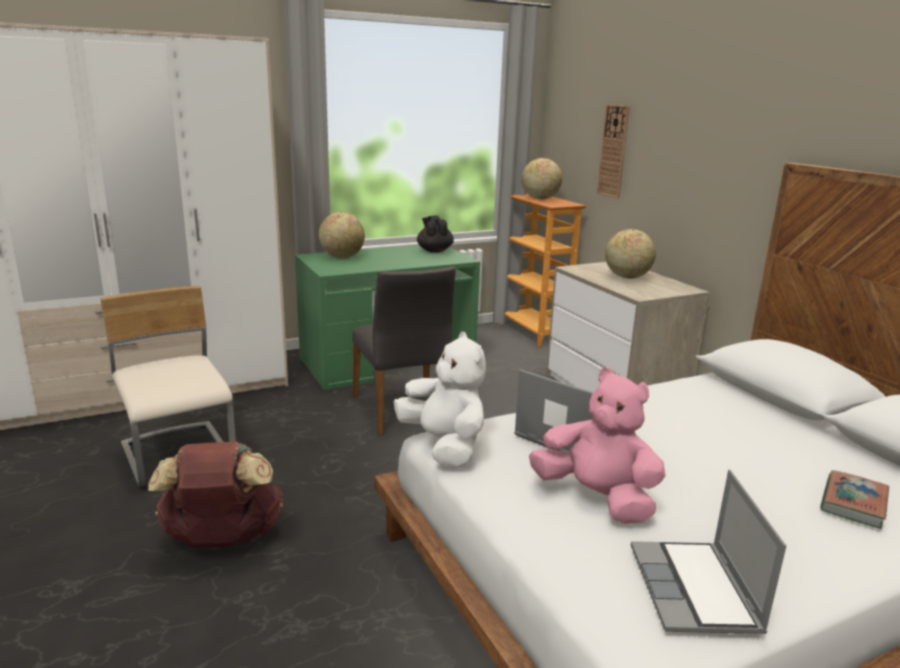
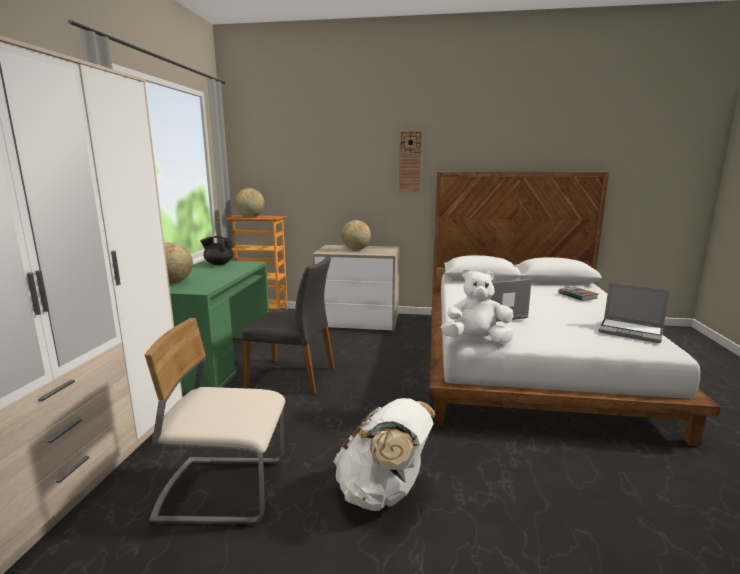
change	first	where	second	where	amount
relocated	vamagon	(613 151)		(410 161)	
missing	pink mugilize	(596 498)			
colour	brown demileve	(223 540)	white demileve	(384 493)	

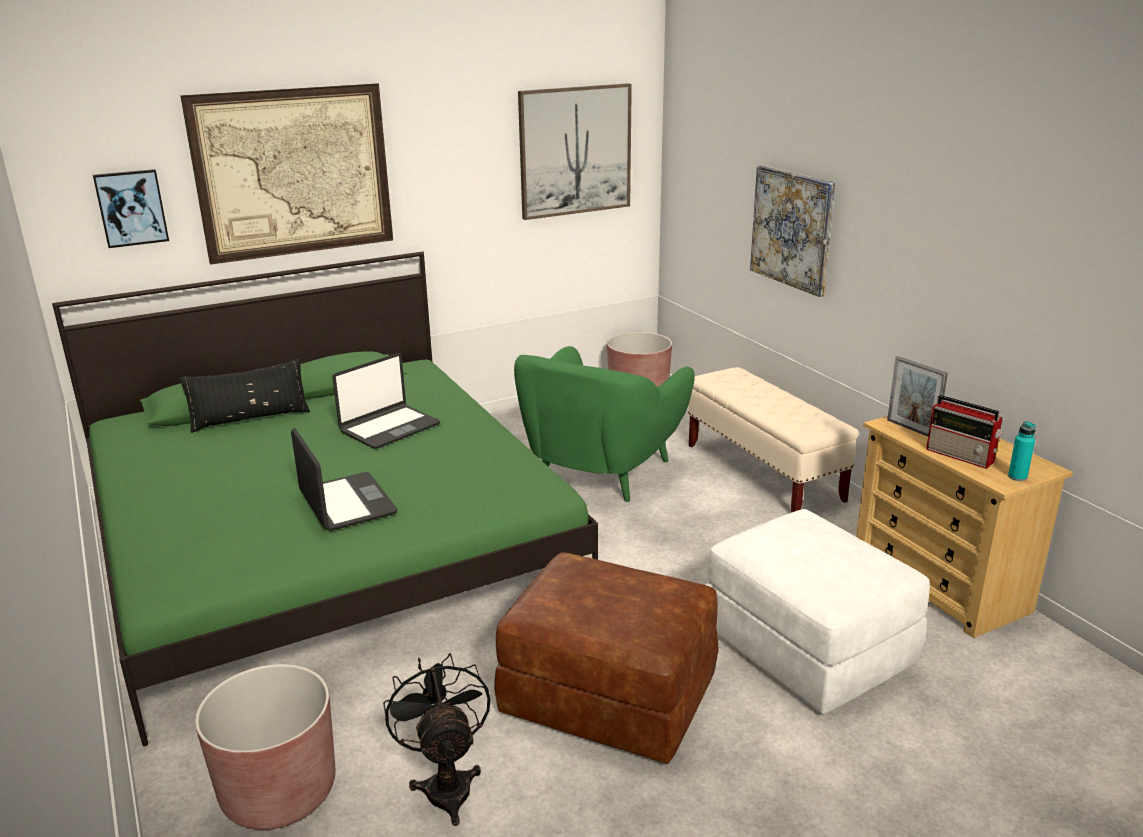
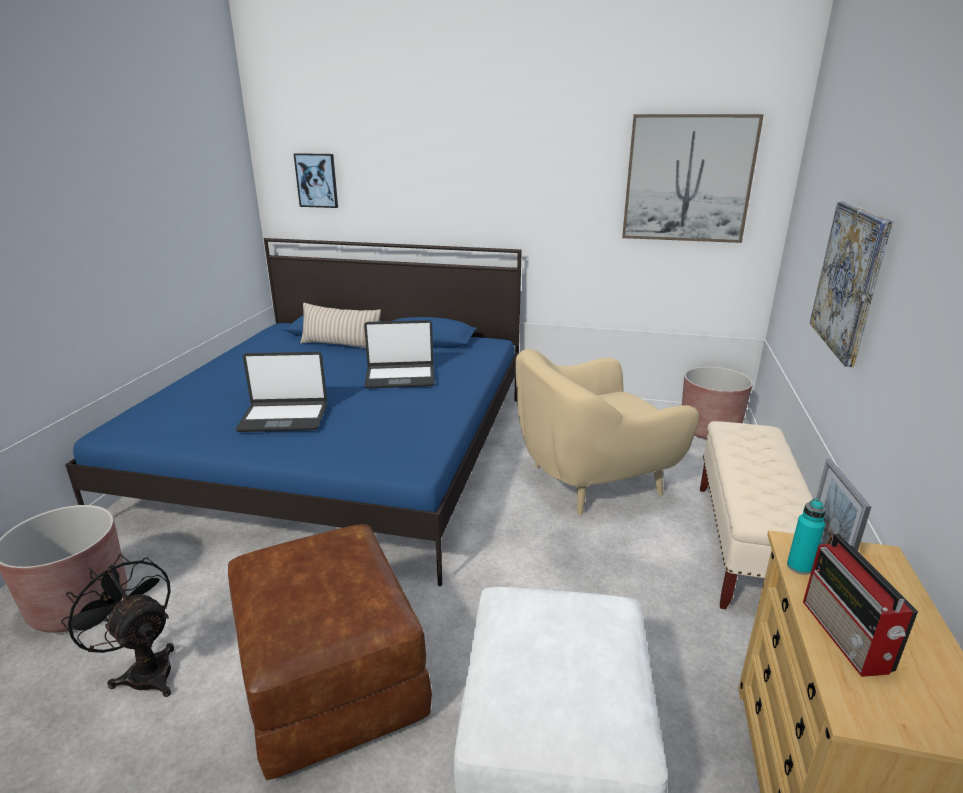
change	first	where	second	where	amount
missing	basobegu	(294 172)			
colour	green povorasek	(328 546)	blue povorasek	(342 453)	
colour	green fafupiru	(602 472)	beige fafupiru	(591 480)	
colour	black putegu	(250 419)	beige putegu	(341 345)	
relocated	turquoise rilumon	(1017 477)		(799 567)	
spun	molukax	(346 503)		(284 418)	75 degrees clockwise
spun	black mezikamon	(446 784)		(144 669)	75 degrees counterclockwise

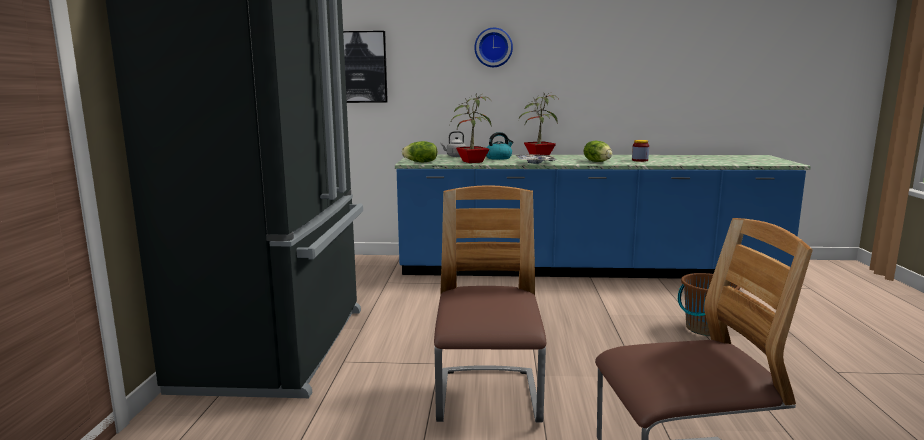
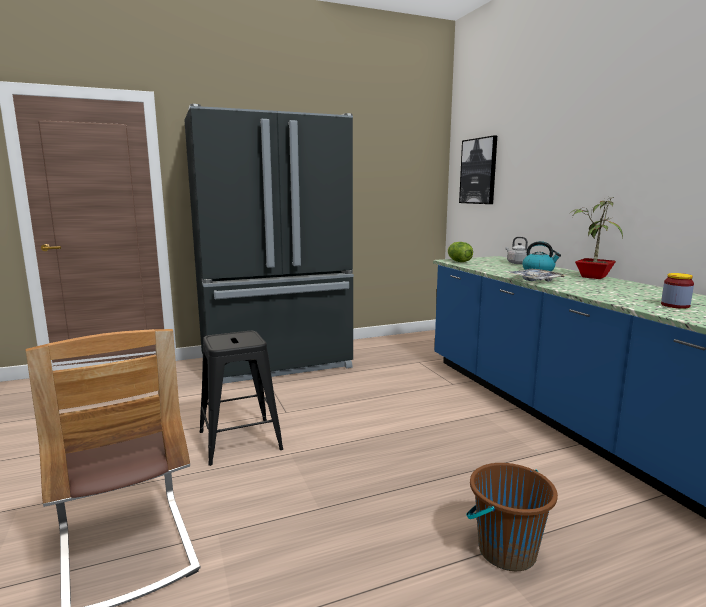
change	first	where	second	where	amount
missing	vamagon	(493 47)			
missing	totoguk	(471 162)			
missing	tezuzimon	(597 162)			
exchanged	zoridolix	(488 398)	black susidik	(239 440)	

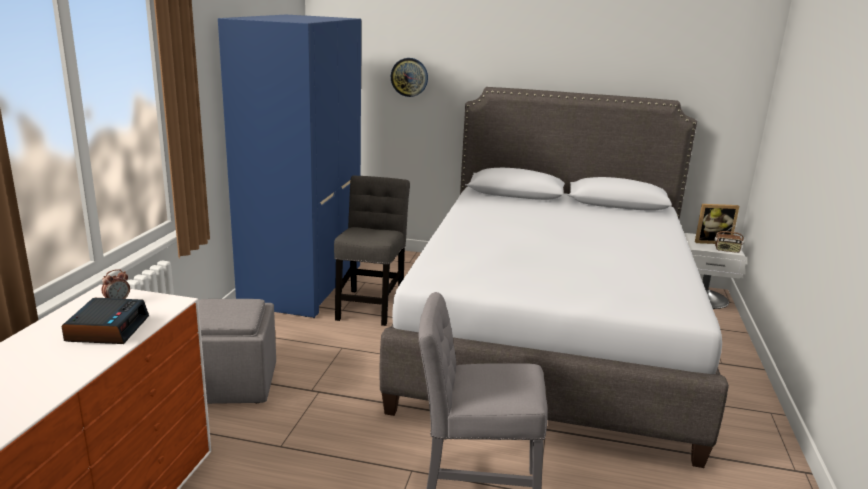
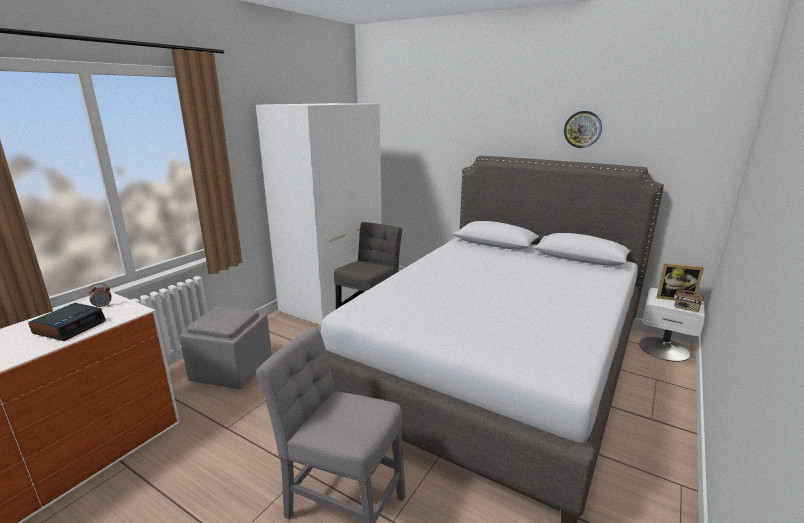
change	first	where	second	where	amount
colour	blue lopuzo	(302 284)	white lopuzo	(333 299)	
relocated	vamagon	(409 77)		(582 129)	

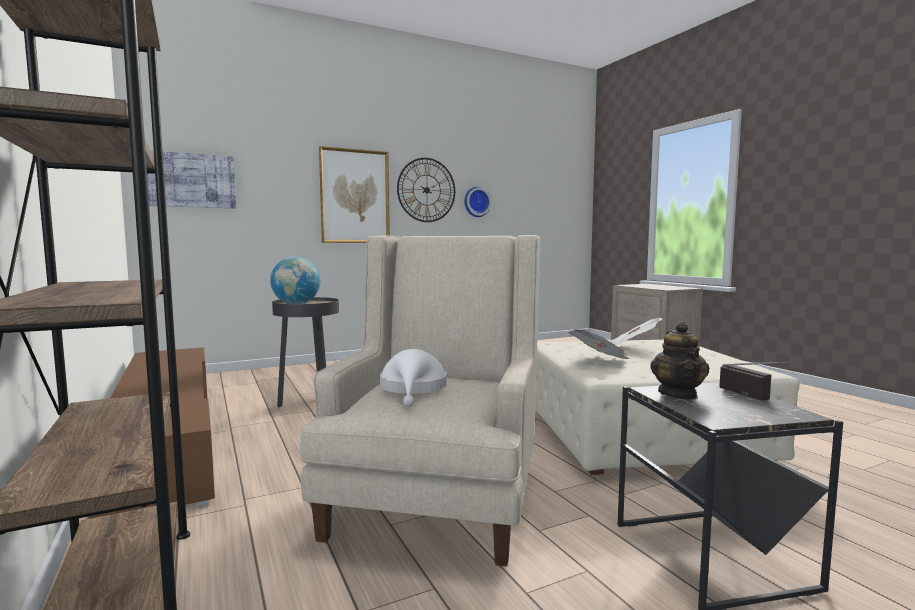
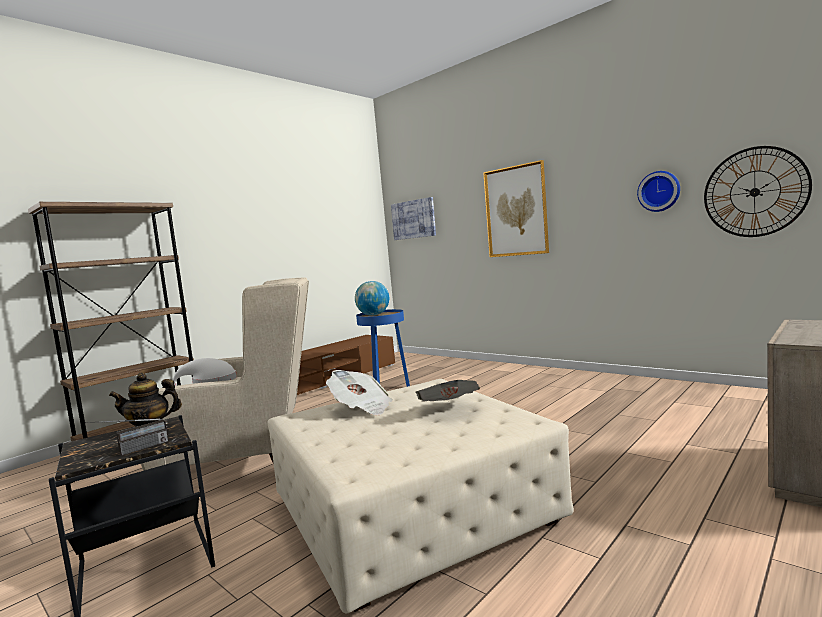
change	first	where	second	where	amount
relocated	vamagon	(426 190)		(754 192)	
colour	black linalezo	(309 404)	blue linalezo	(387 389)	

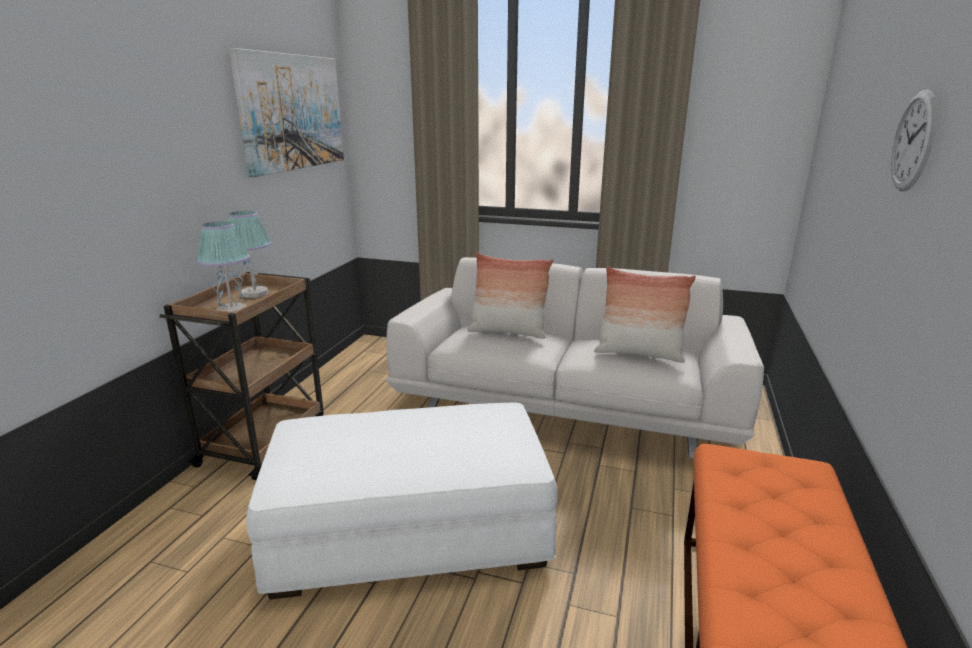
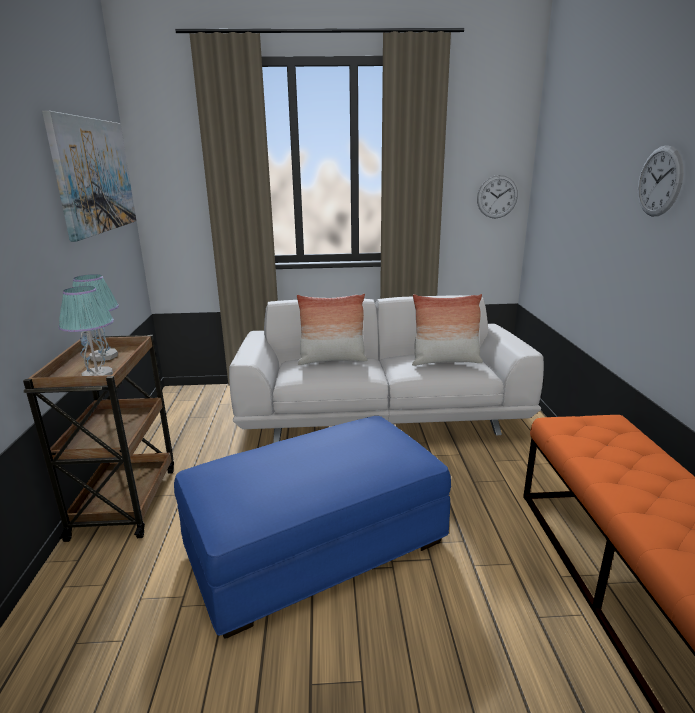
change	first	where	second	where	amount
colour	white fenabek	(410 531)	blue fenabek	(316 544)	
appeared			vamagon	(497 197)	

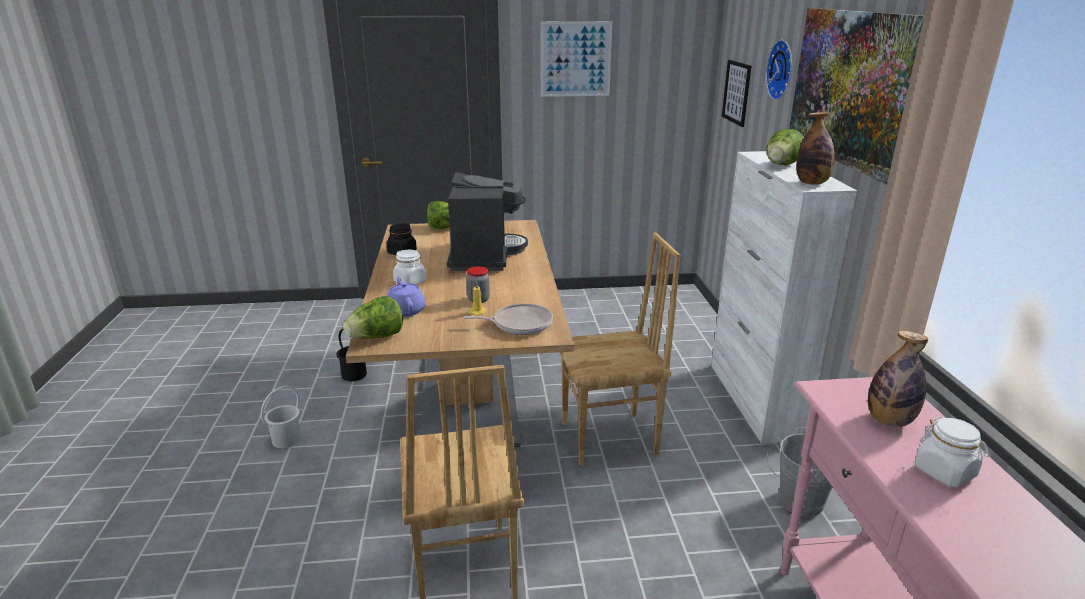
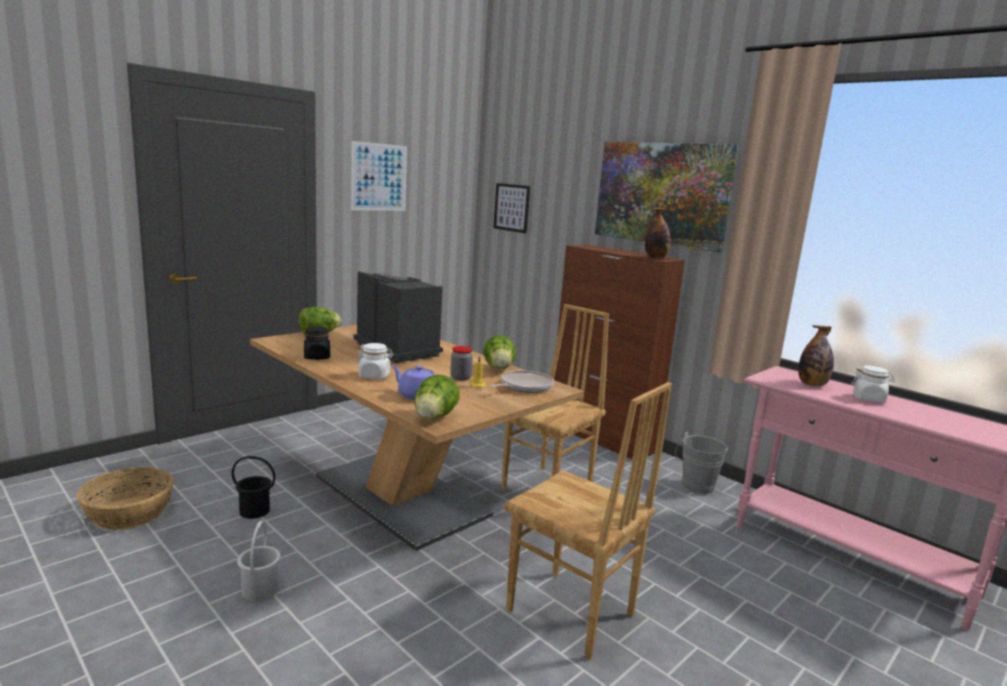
change	first	where	second	where	amount
missing	vamagon	(783 70)			
relocated	tezuzimon	(781 166)		(499 369)	
colour	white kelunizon	(754 400)	brown kelunizon	(601 438)	
appeared			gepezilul	(129 513)	

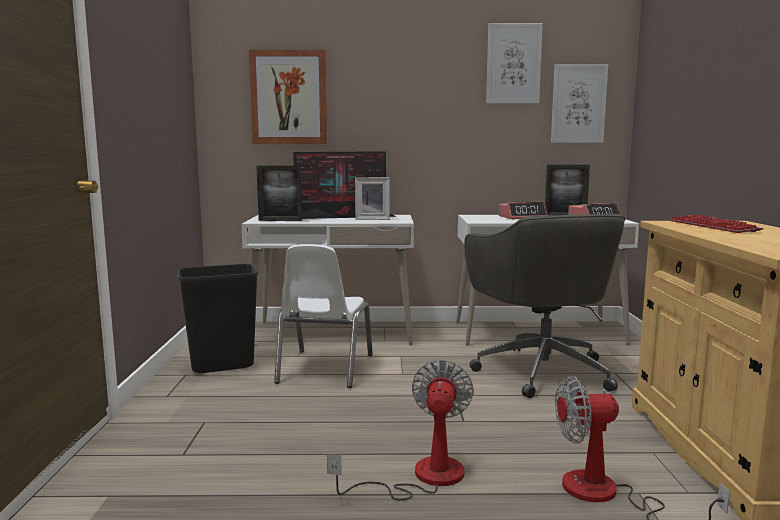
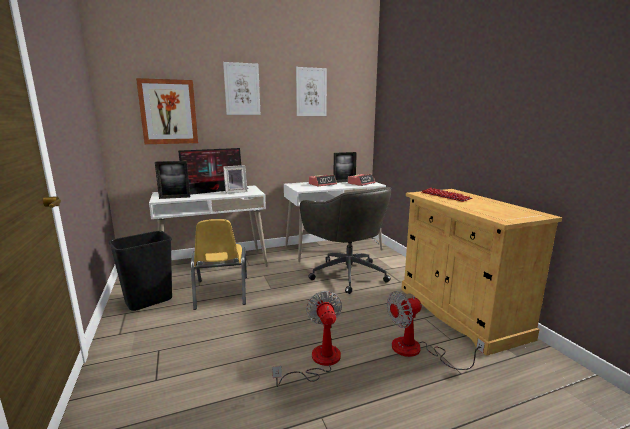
change	first	where	second	where	amount
relocated	basobegu	(578 104)		(242 89)	
colour	white zoridolix	(324 368)	yellow zoridolix	(221 292)	

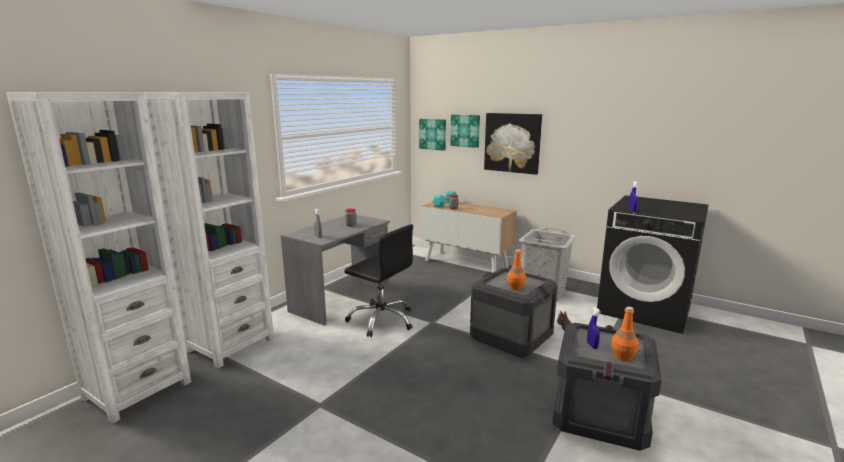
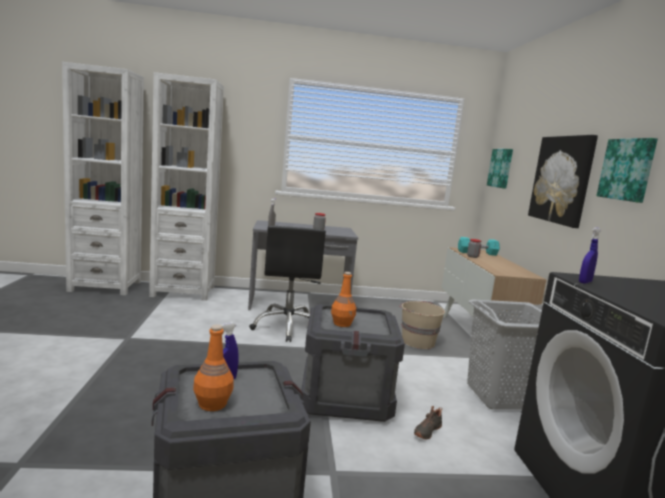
change	first	where	second	where	amount
relocated	basobegu	(465 130)		(627 169)	
appeared			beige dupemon	(417 341)	

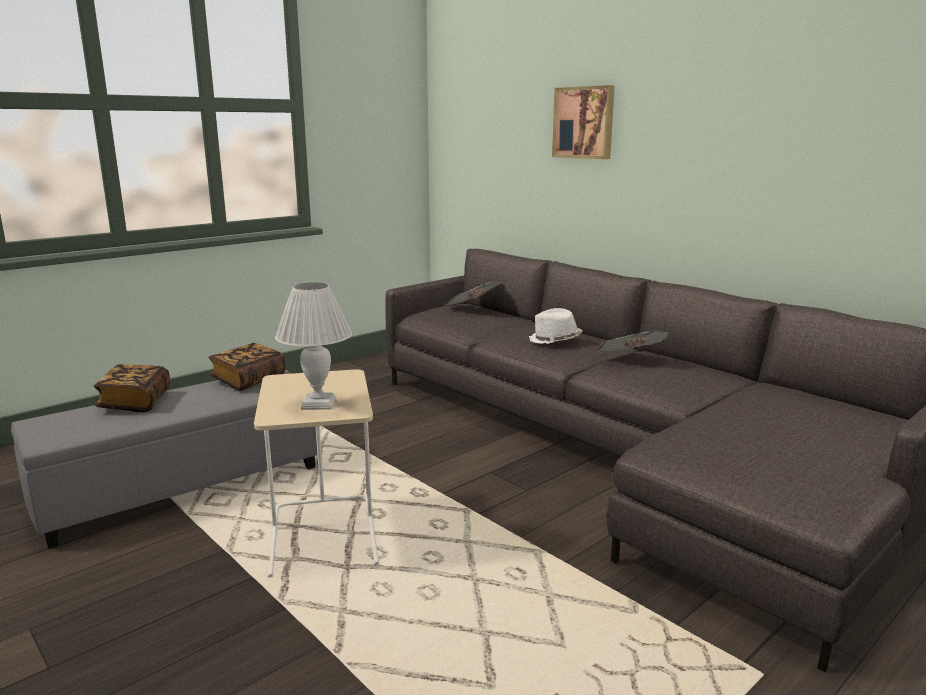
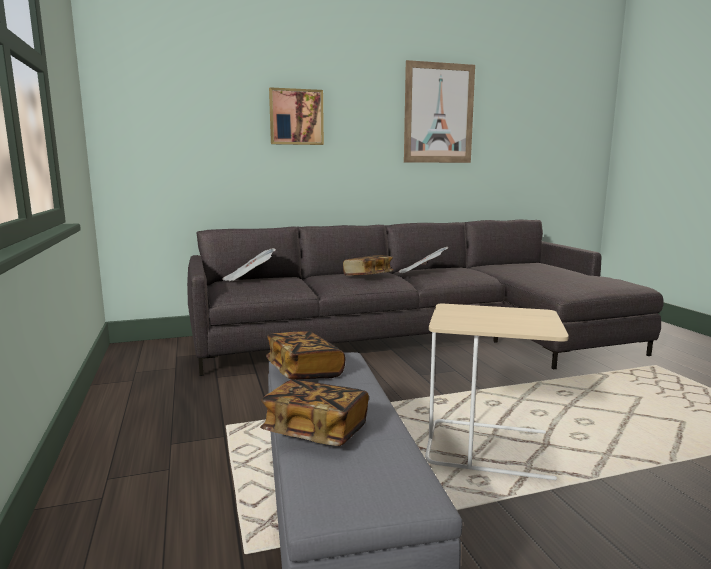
change	first	where	second	where	amount
missing	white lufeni	(319 404)			
exchanged	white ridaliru	(554 340)	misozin	(368 276)	
appeared			basobegu	(438 113)	

